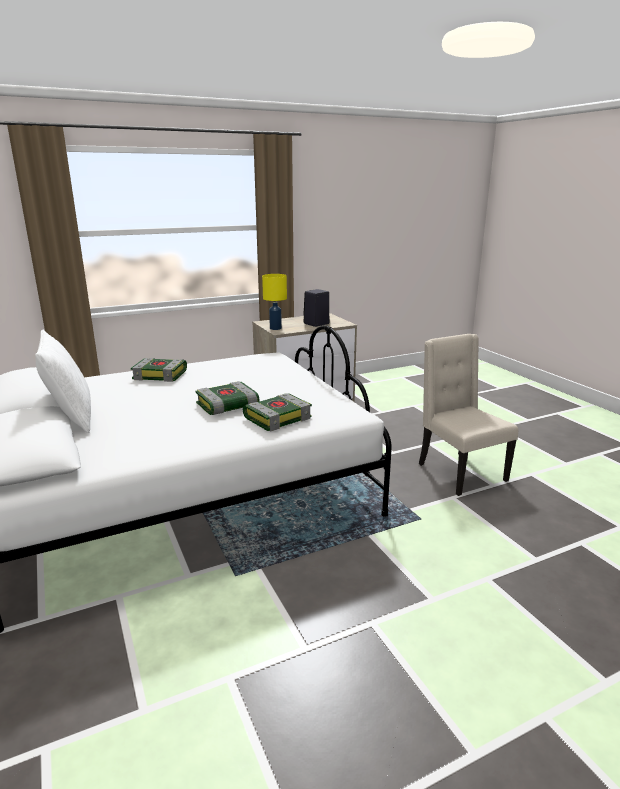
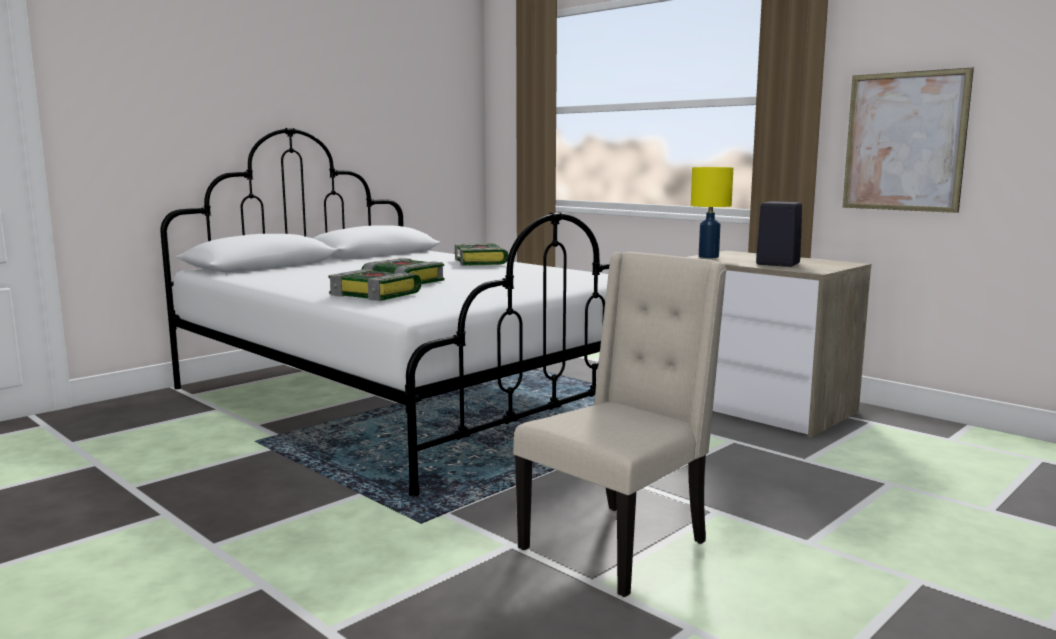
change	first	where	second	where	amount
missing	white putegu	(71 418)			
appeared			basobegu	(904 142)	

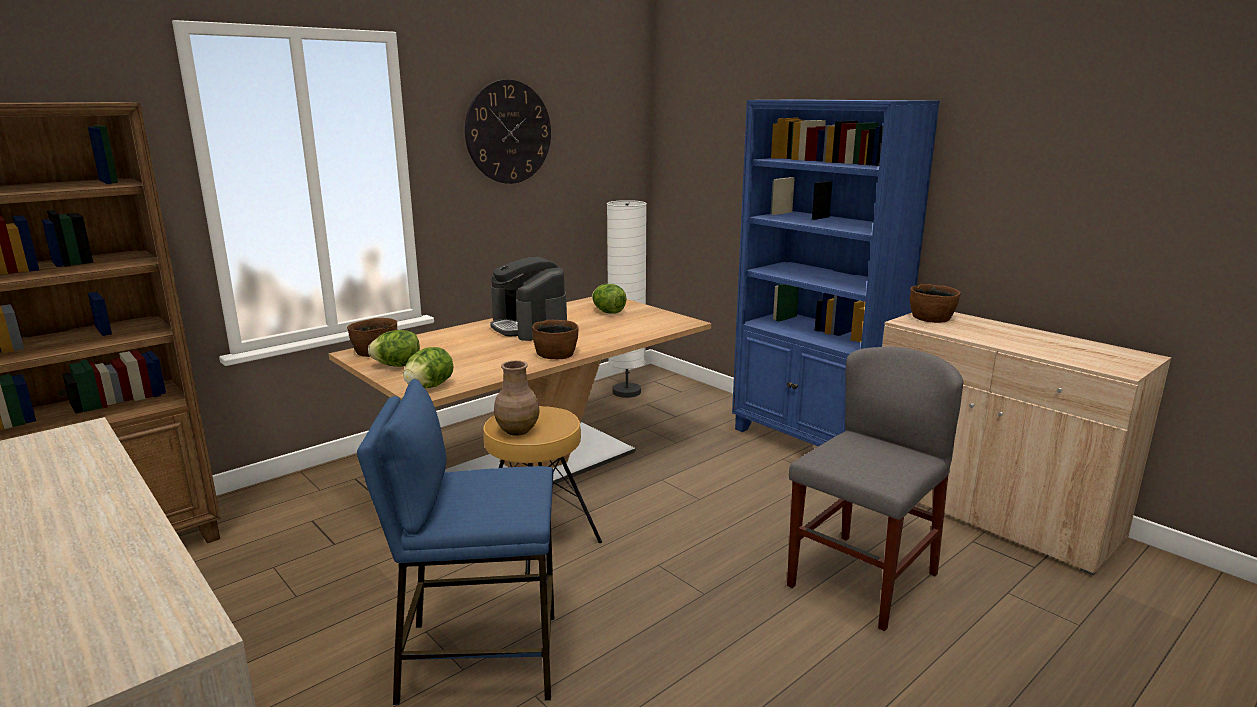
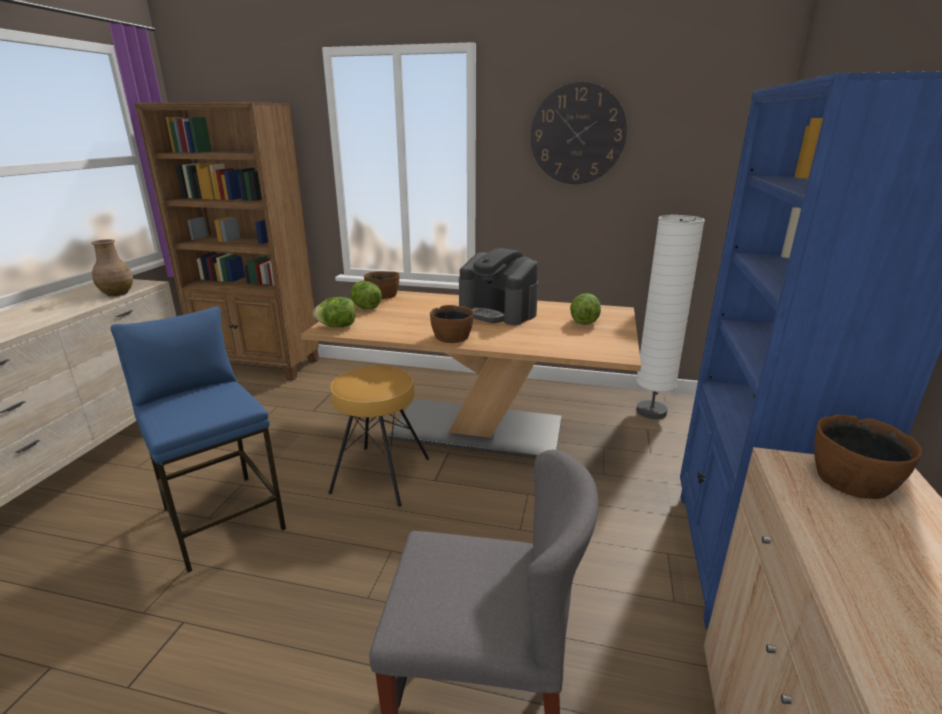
change	first	where	second	where	amount
spun	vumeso	(529 327)		(498 312)	75 degrees counterclockwise
relocated	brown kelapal	(517 430)		(117 293)	

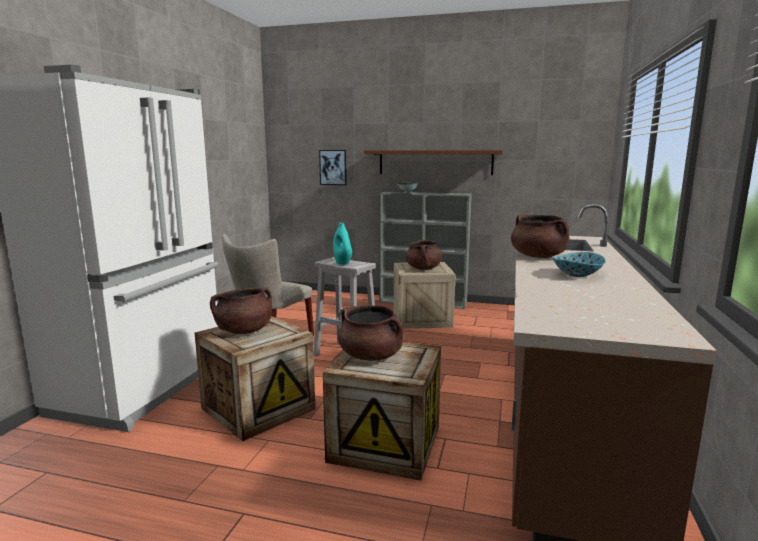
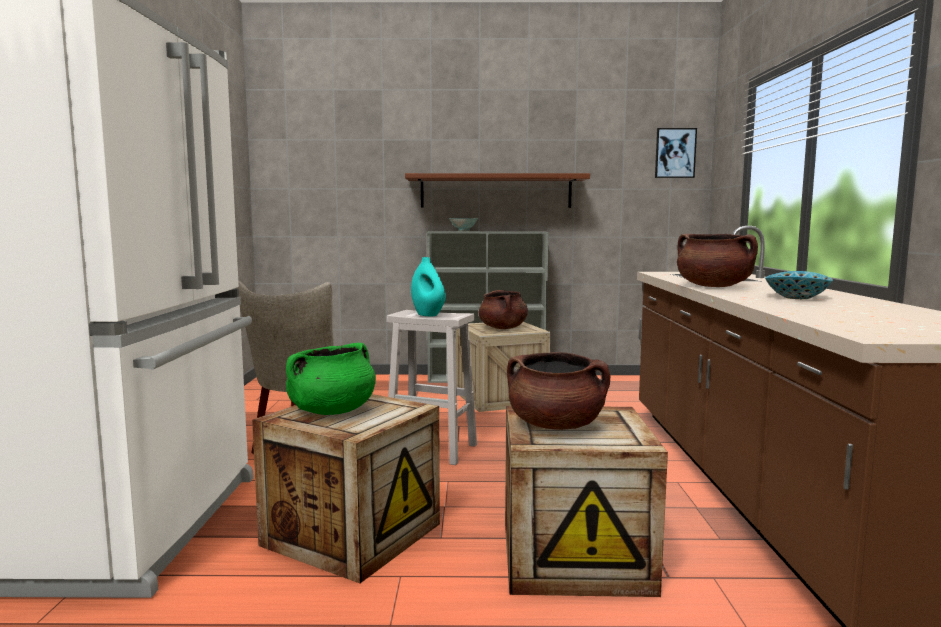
change	first	where	second	where	amount
relocated	basobegu	(333 167)		(675 153)	
colour	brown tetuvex	(244 331)	green tetuvex	(332 411)	

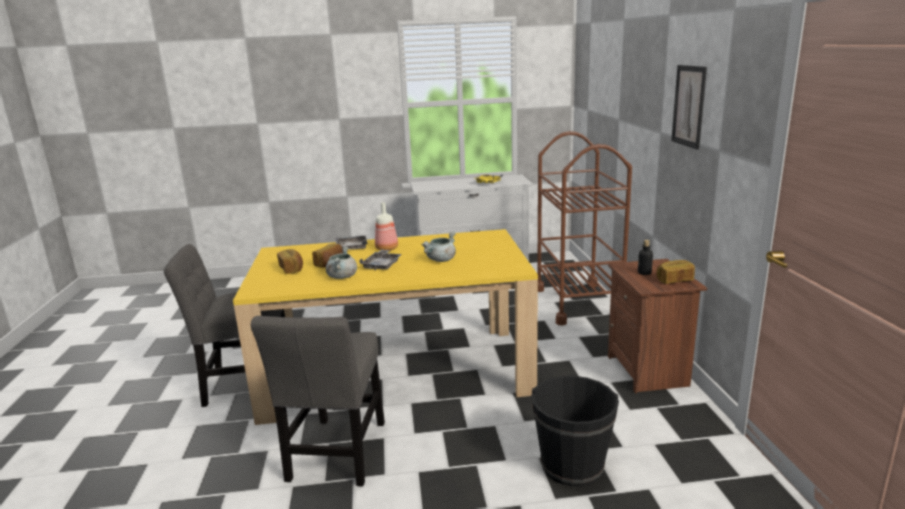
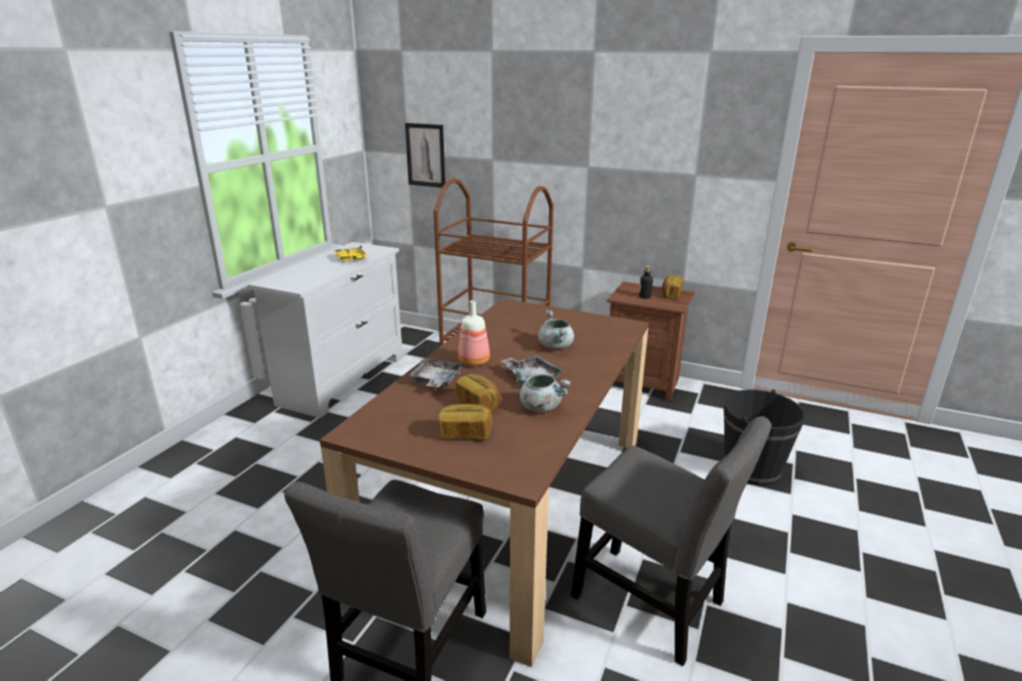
change	first	where	second	where	amount
relocated	basobegu	(689 106)		(425 155)	
colour	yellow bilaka	(396 372)	brown bilaka	(513 506)	

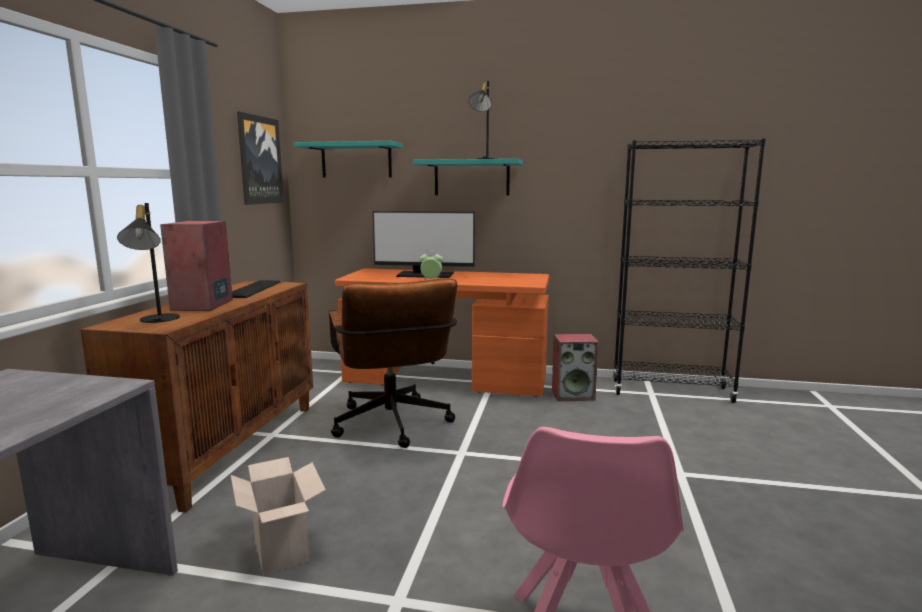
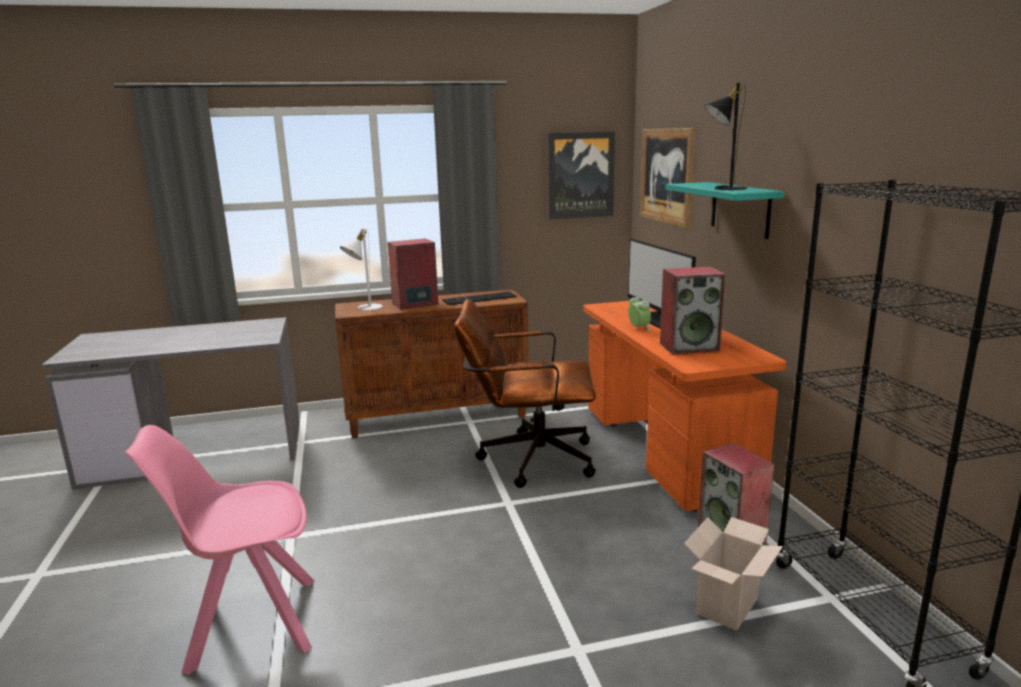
change	first	where	second	where	amount
exchanged	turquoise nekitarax	(356 160)	basobegu	(667 176)	
colour	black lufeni	(155 320)	white lufeni	(365 308)	
spun	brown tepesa	(393 427)		(527 459)	45 degrees clockwise
relocated	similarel	(283 551)		(728 608)	
appeared			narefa	(689 347)	

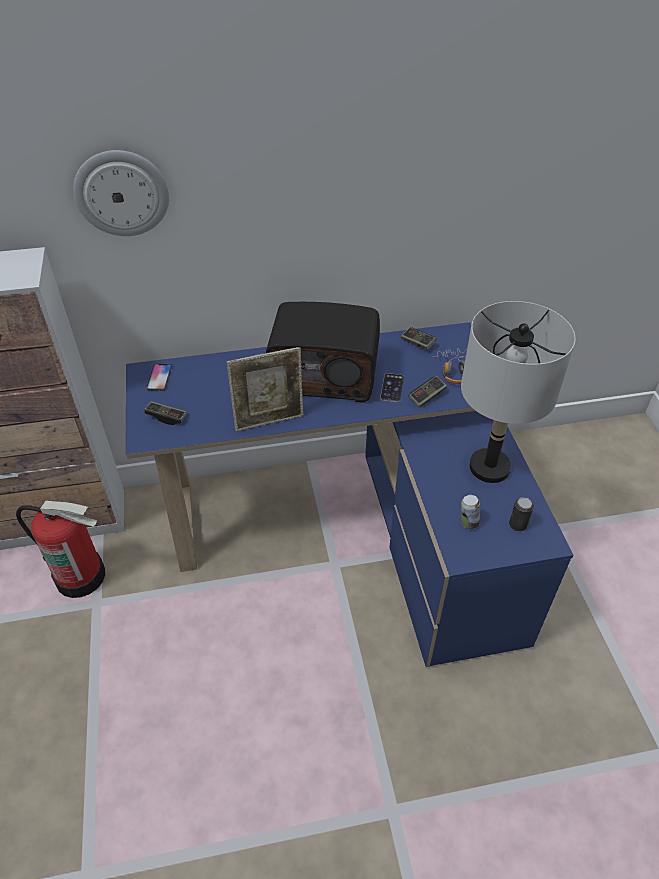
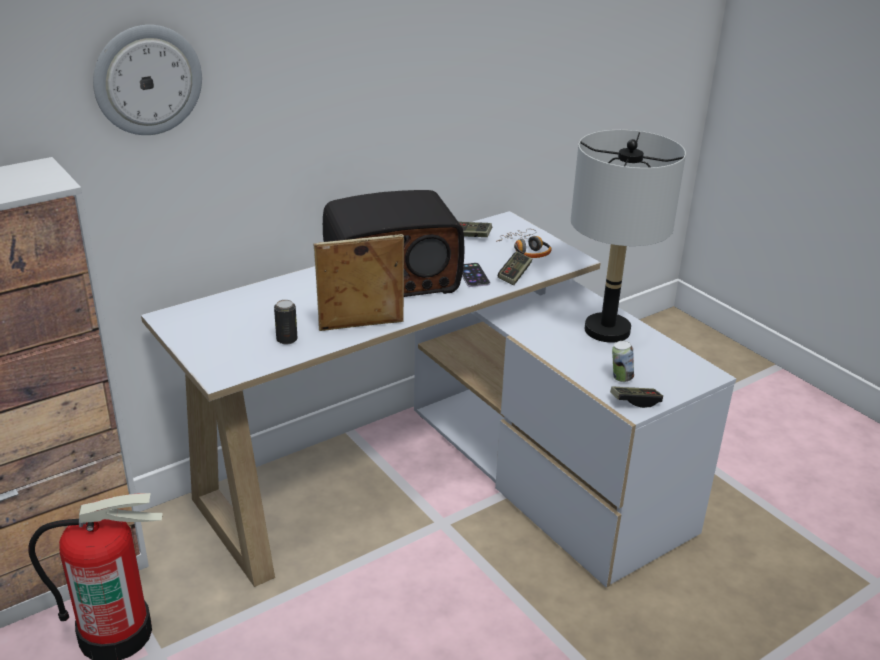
change	first	where	second	where	amount
colour	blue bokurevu	(354 528)	white bokurevu	(443 482)	
spun	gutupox	(269 420)		(361 328)	150 degrees counterclockwise
missing	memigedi	(159 377)			
relocated	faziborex	(166 417)		(635 401)	
relocated	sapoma	(517 525)		(287 339)	

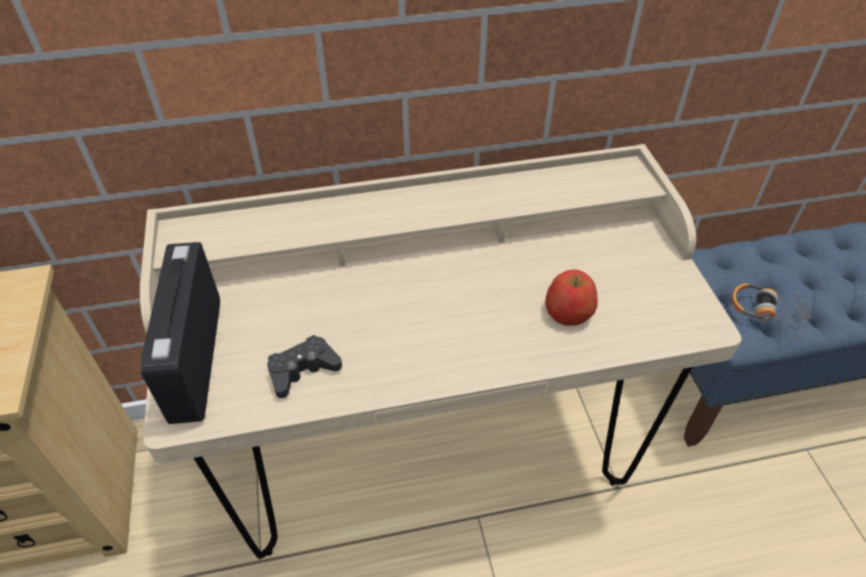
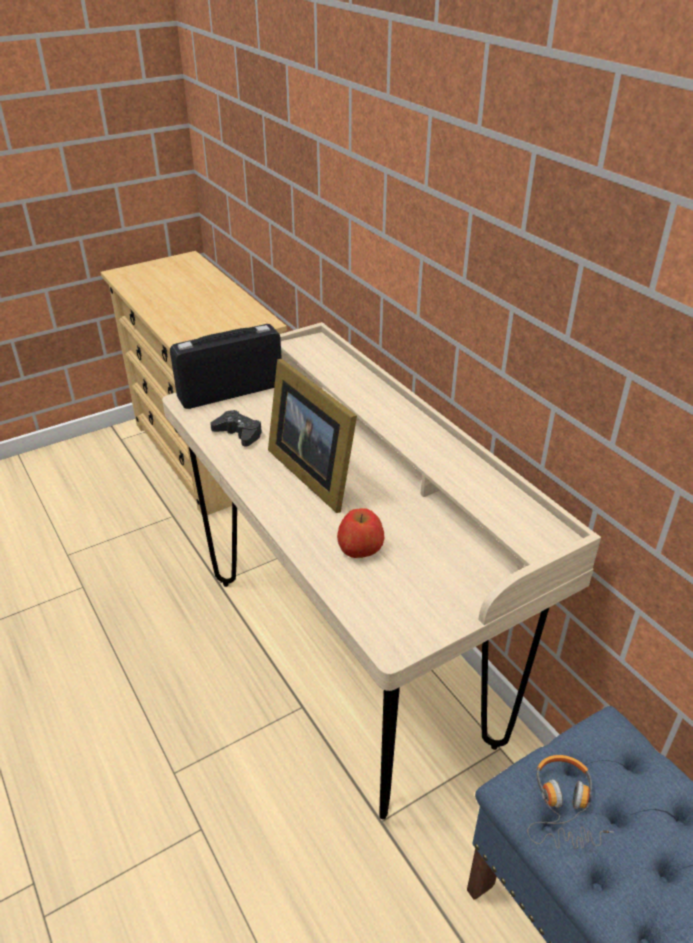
change	first	where	second	where	amount
appeared			gutupox	(313 472)	

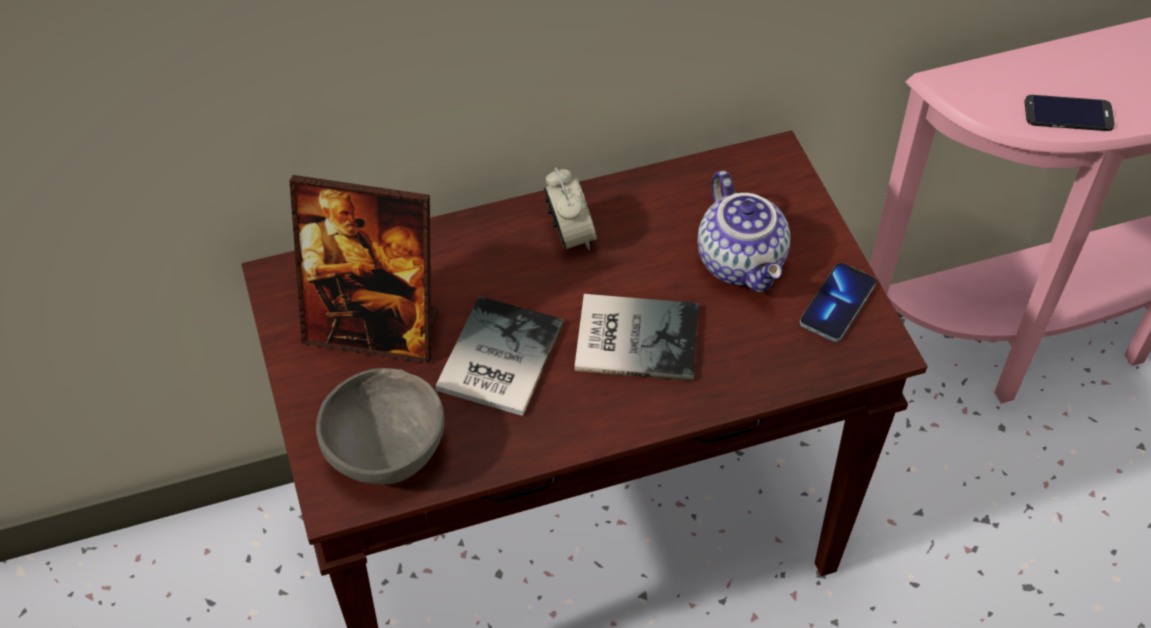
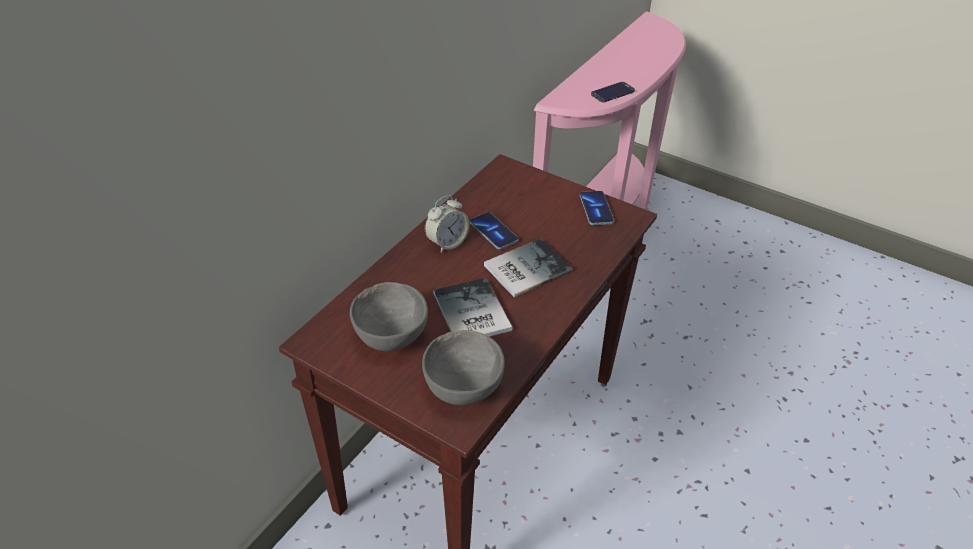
change	first	where	second	where	amount
spun	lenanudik	(570 236)		(447 243)	105 degrees clockwise
missing	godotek	(743 262)			
exchanged	gutupox	(374 329)	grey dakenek	(392 336)	
appeared			memigedi	(493 232)	

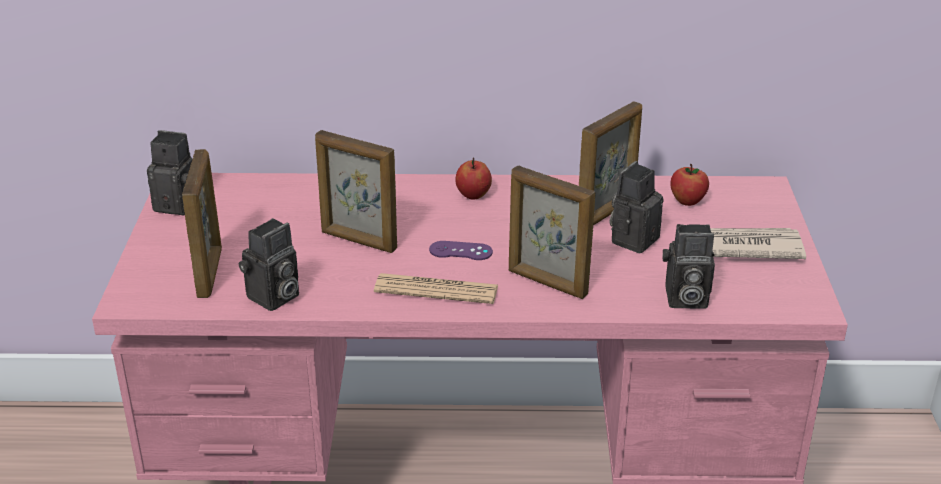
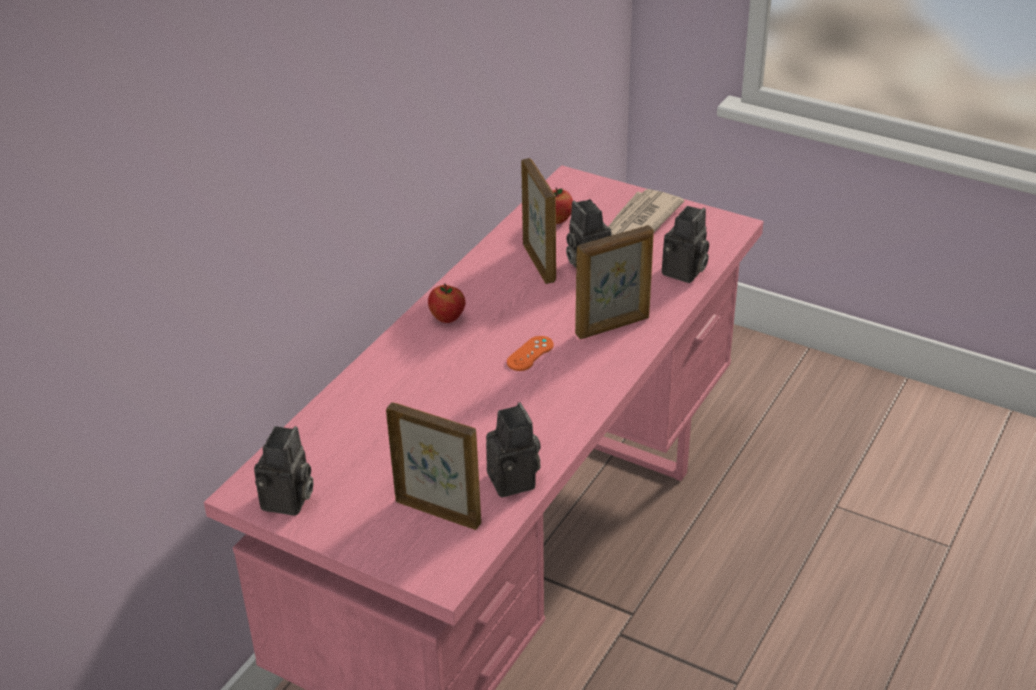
change	first	where	second	where	amount
spun	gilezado	(179 204)		(288 502)	150 degrees clockwise
missing	gutupox	(358 241)			
colour	purple faziborex	(460 251)	orange faziborex	(530 354)	
missing	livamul	(436 290)			

